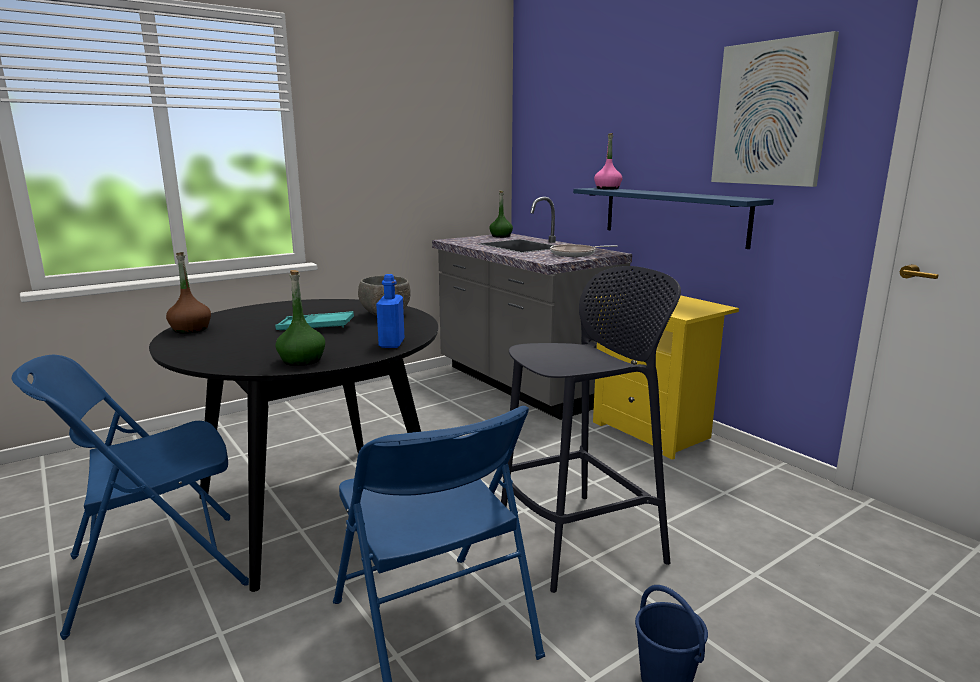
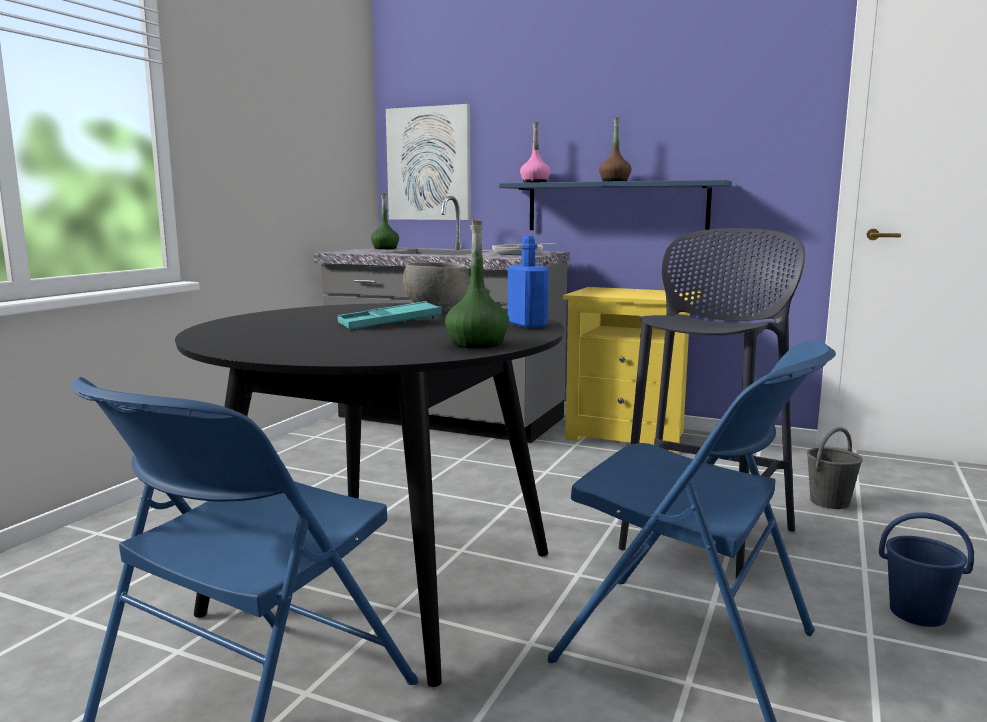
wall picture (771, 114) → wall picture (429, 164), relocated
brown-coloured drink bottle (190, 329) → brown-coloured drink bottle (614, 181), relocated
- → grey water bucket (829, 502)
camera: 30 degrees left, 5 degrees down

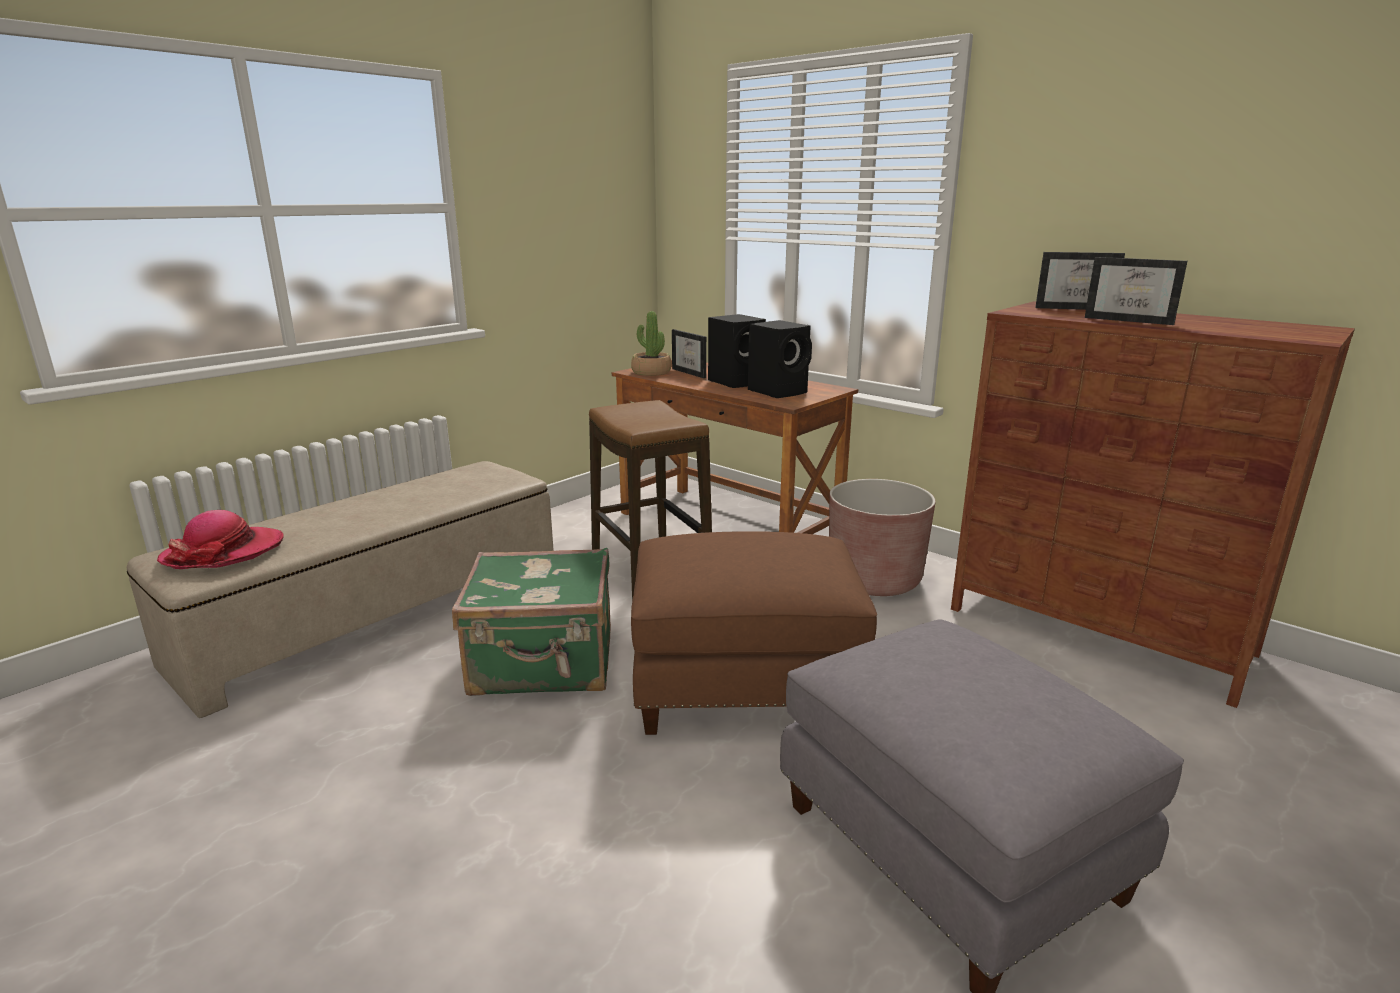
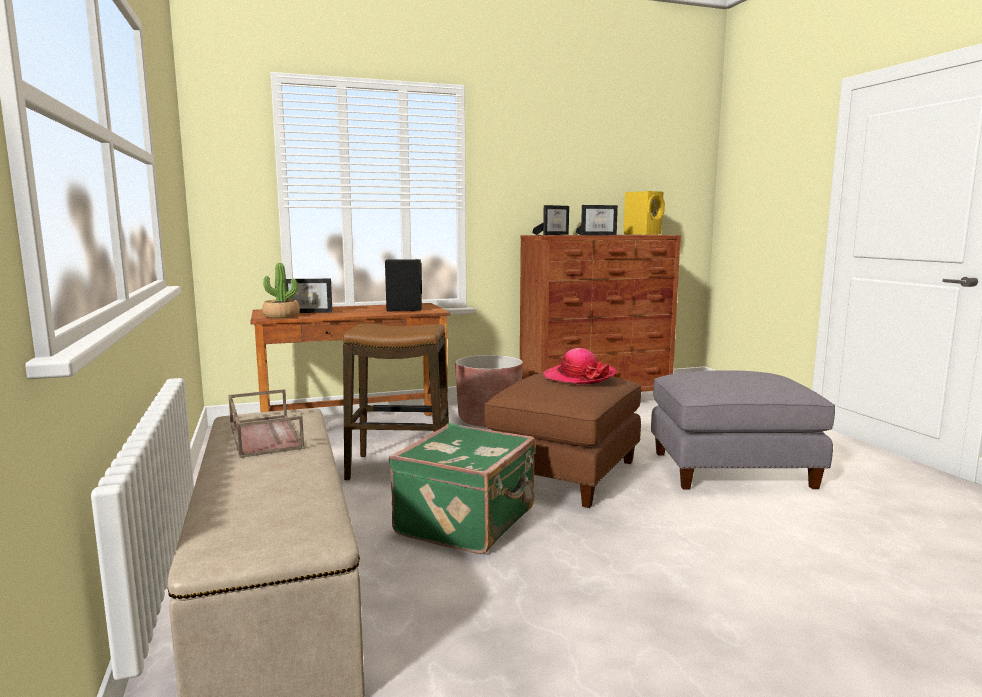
- → brown-coloured carrying tray (263, 435)
clothing hat (224, 552) → clothing hat (579, 377), relocated
- → yellow-coloured loudspeaker (643, 234)
blackish loudspeaker (737, 382) → -
camera: 60 degrees left, 10 degrees down

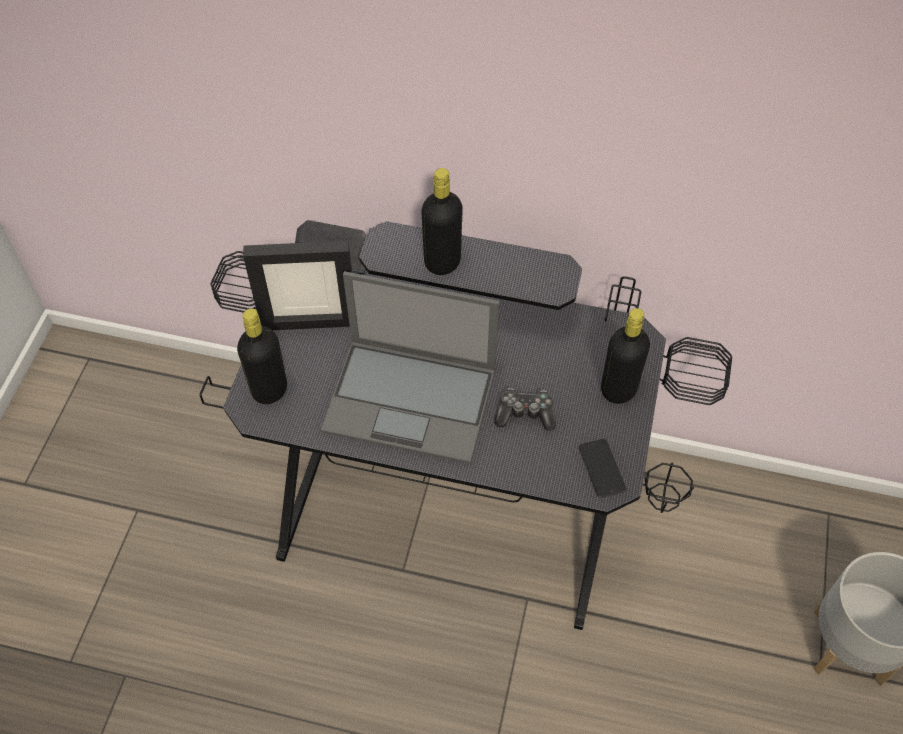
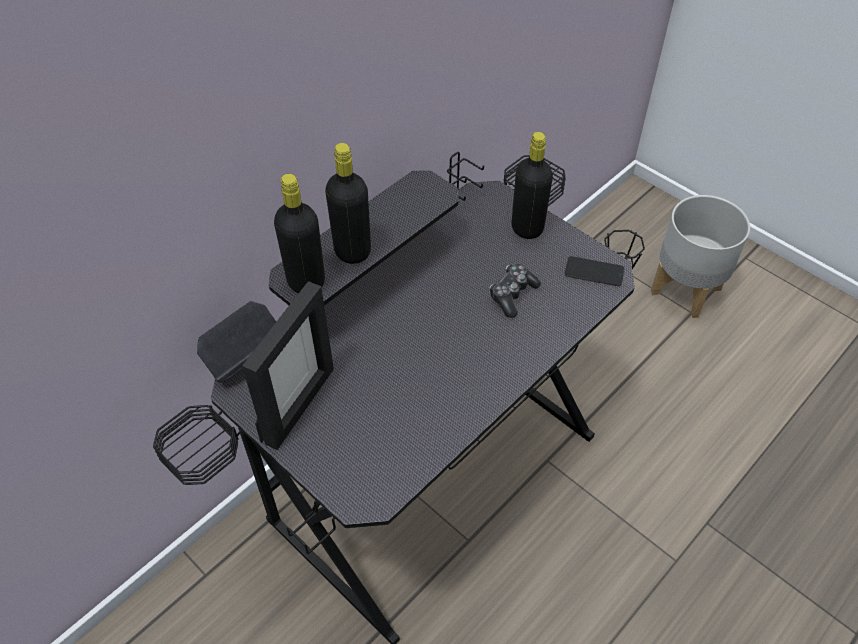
blackish drink bottle (269, 390) → blackish drink bottle (306, 281), relocated
laptop (412, 400) → -
camera: 60 degrees left, 5 degrees down

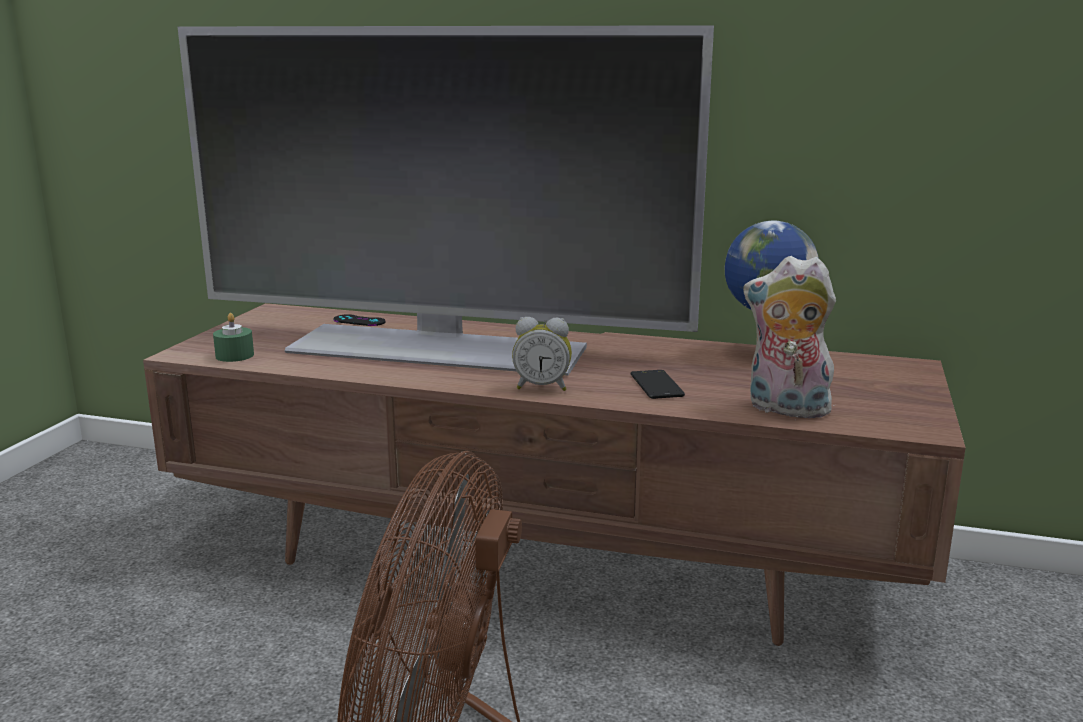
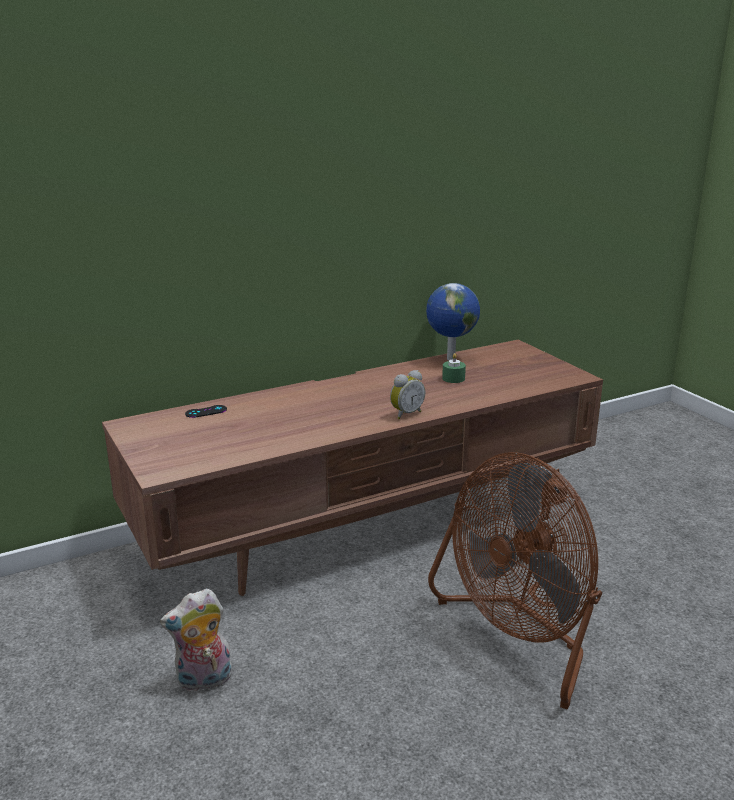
soft toy (785, 409) → soft toy (203, 681), relocated
green wax candle (234, 355) → green wax candle (453, 378), relocated
TV (438, 348) → -
phone (656, 385) → -
camera: 45 degrees left, 5 degrees up

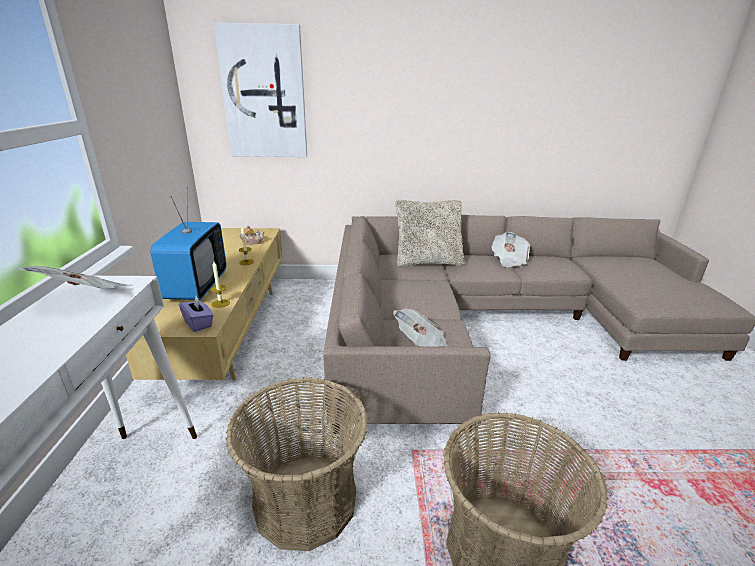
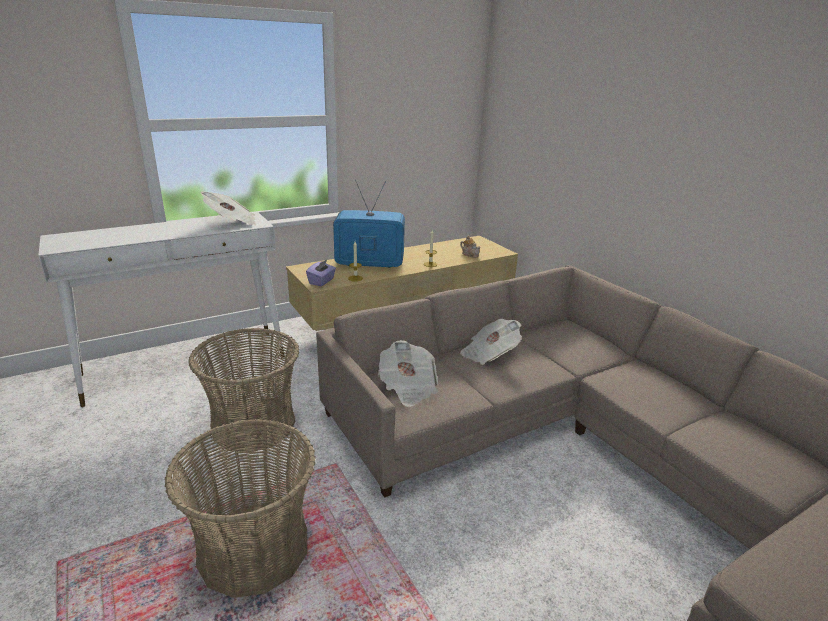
TV (197, 287) → TV (369, 263), 150 degrees counterclockwise
daily paper (508, 260) → daily paper (489, 354), relocated
wall picture (264, 93) → -
beige-coloured throw pillow (428, 260) → -
camera: 60 degrees right, 0 degrees up

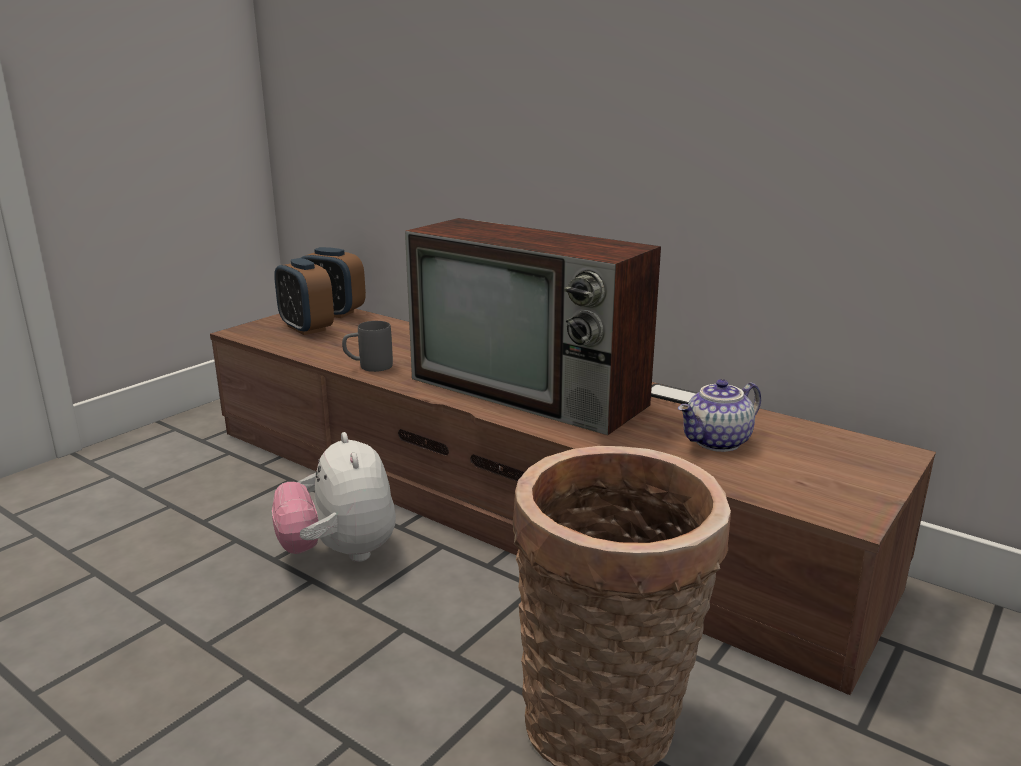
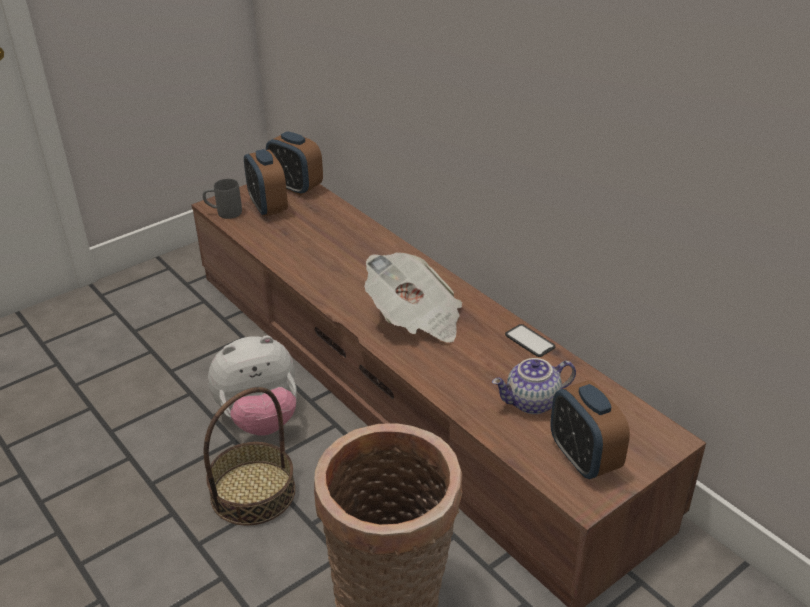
grey tea mug (368, 367) → grey tea mug (224, 213), relocated
- → storage basket (253, 493)
soft toy (340, 553) → soft toy (260, 418), 105 degrees counterclockwise
TV (531, 392) → daily paper (415, 319)
- → table clock (583, 458)
camera: 15 degrees right, 15 degrees up

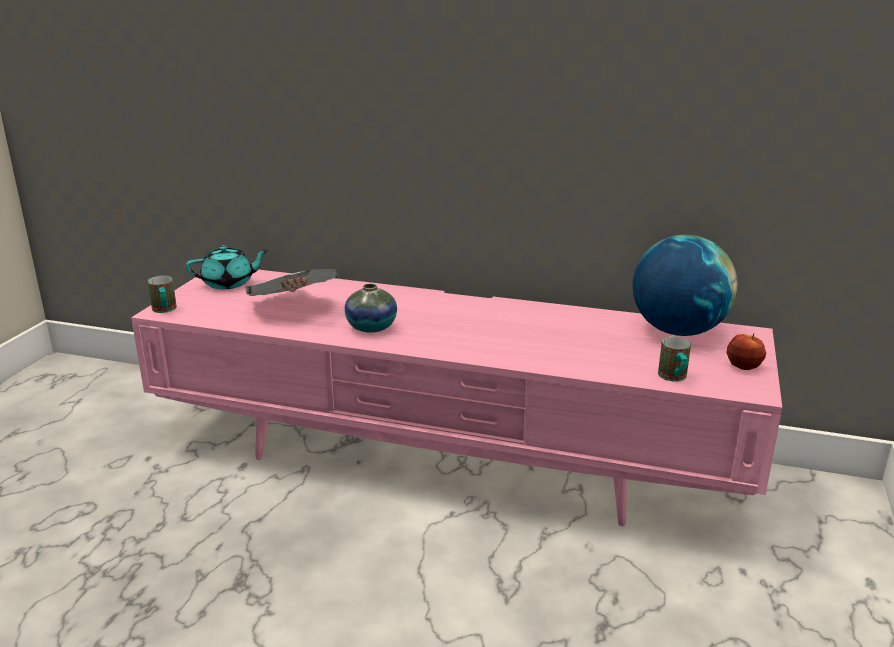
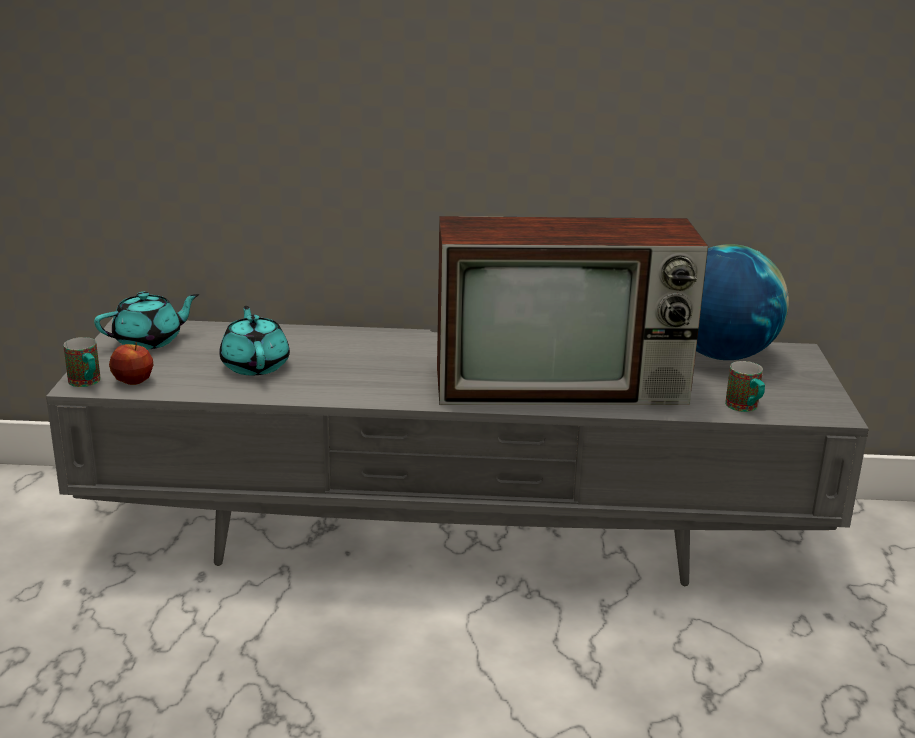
pinkish media console (448, 456) → grey media console (454, 533)
apple (743, 366) → apple (133, 381), relocated
daily paper (293, 307) → blue-green teapot (255, 365)
- → TV (564, 385)
flower vase (371, 327) → -
camera: 15 degrees left, 0 degrees up

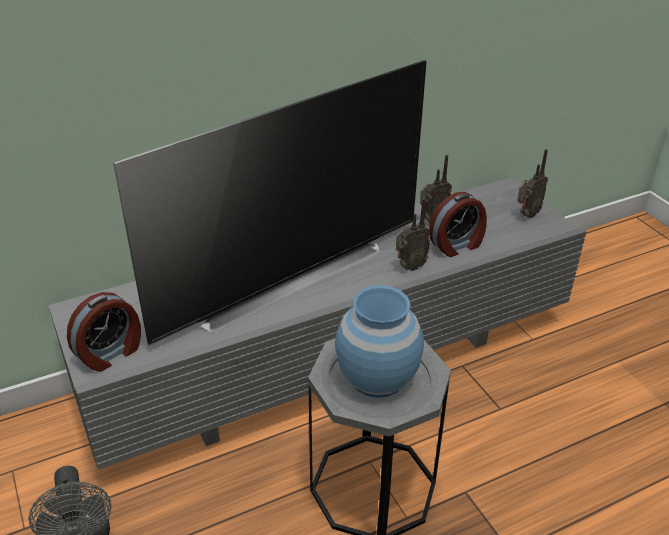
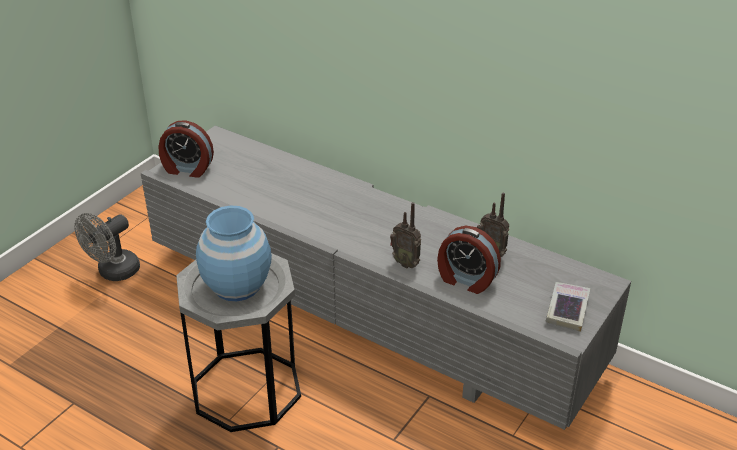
radio (526, 215) → book (567, 309)
TV (286, 276) → -
camera: 60 degrees right, 0 degrees up

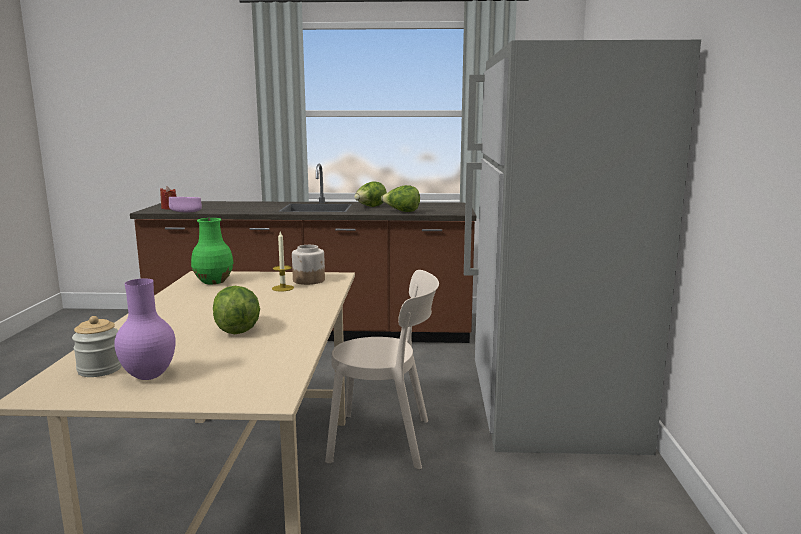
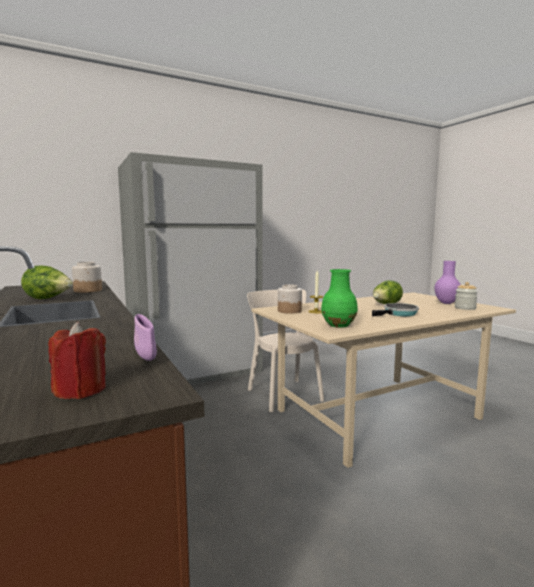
head of lettuce (402, 211) → storage jar (88, 290)
- → skillet (399, 314)
camera: 120 degrees left, 5 degrees down

